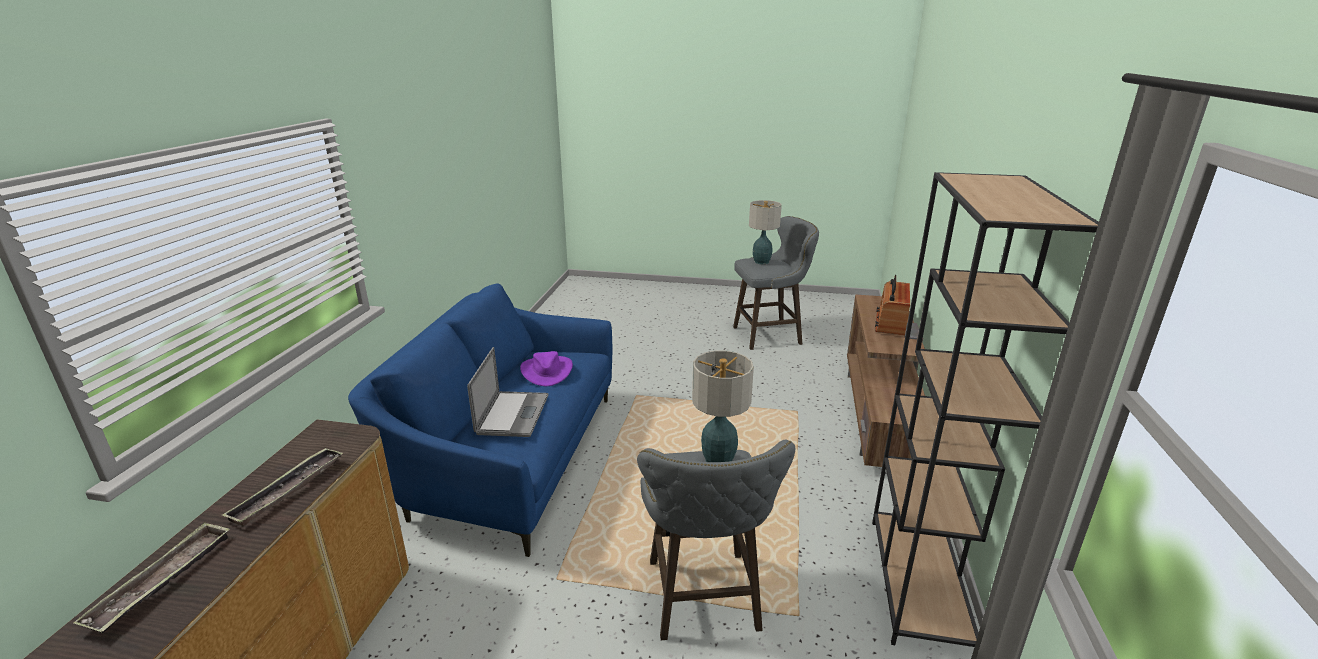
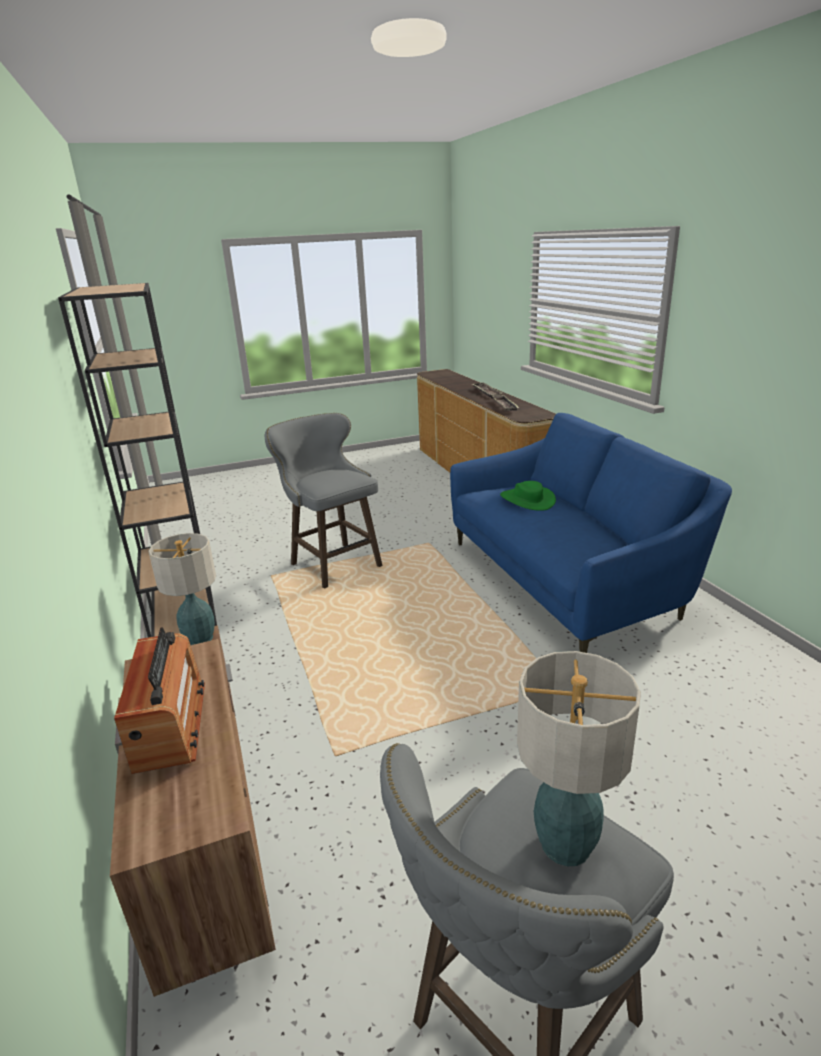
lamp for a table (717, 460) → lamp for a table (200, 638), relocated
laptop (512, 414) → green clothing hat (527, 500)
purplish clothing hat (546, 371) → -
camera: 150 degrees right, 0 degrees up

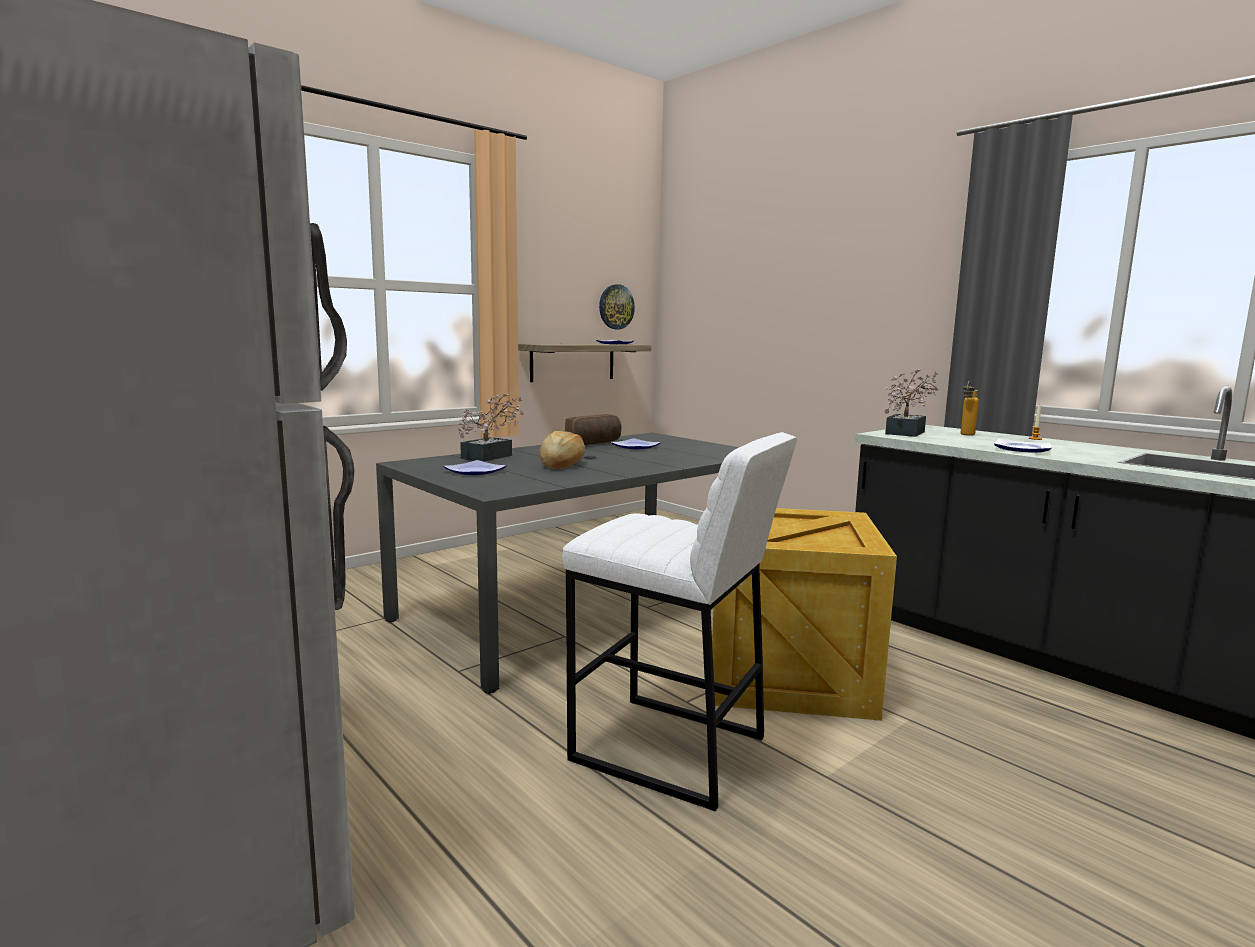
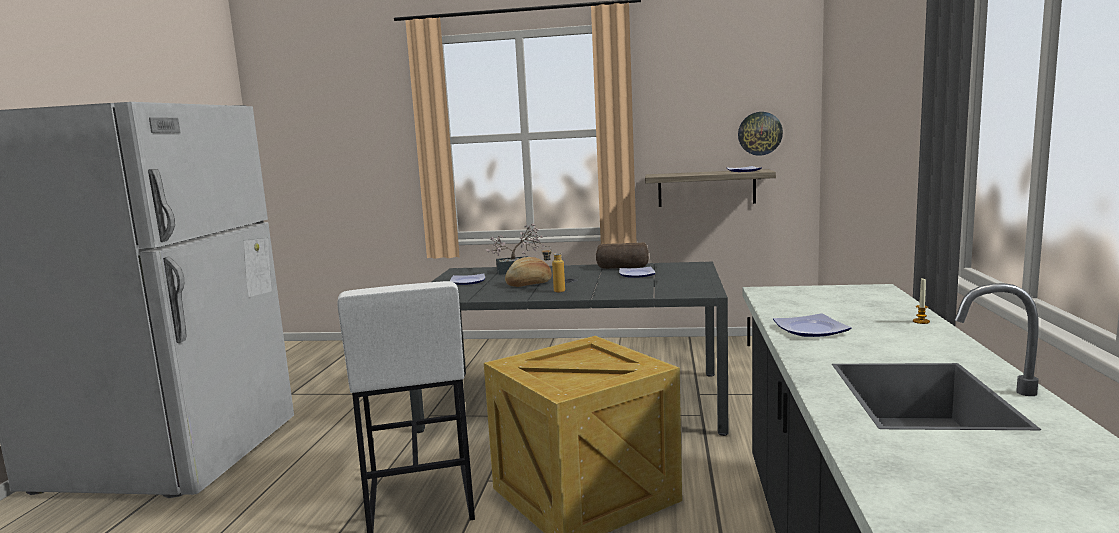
drink bottle (965, 435) → drink bottle (554, 291), relocated
houseplant (907, 432) → -
camera: 50 degrees right, 0 degrees up

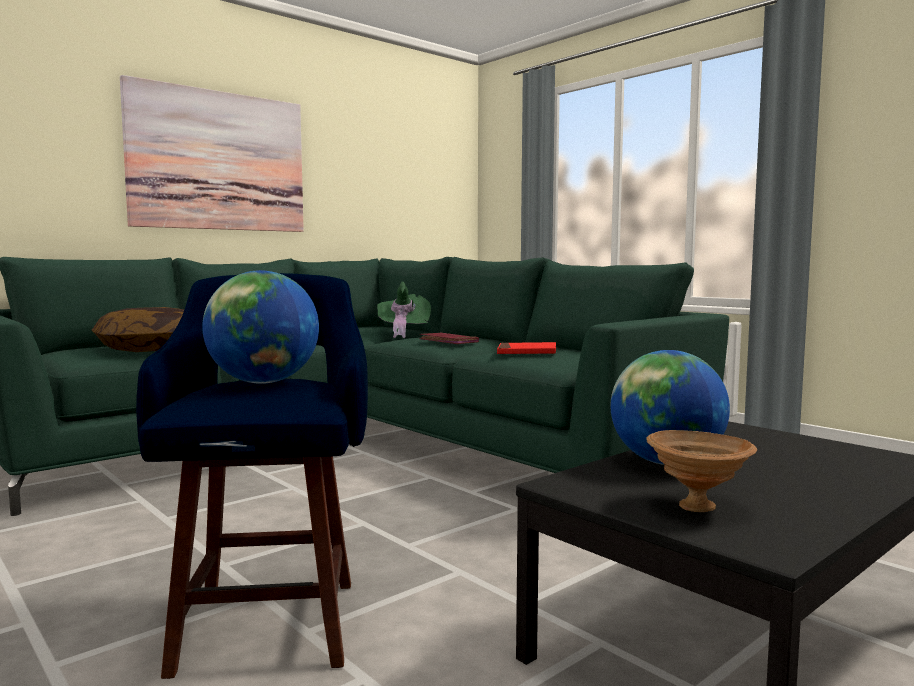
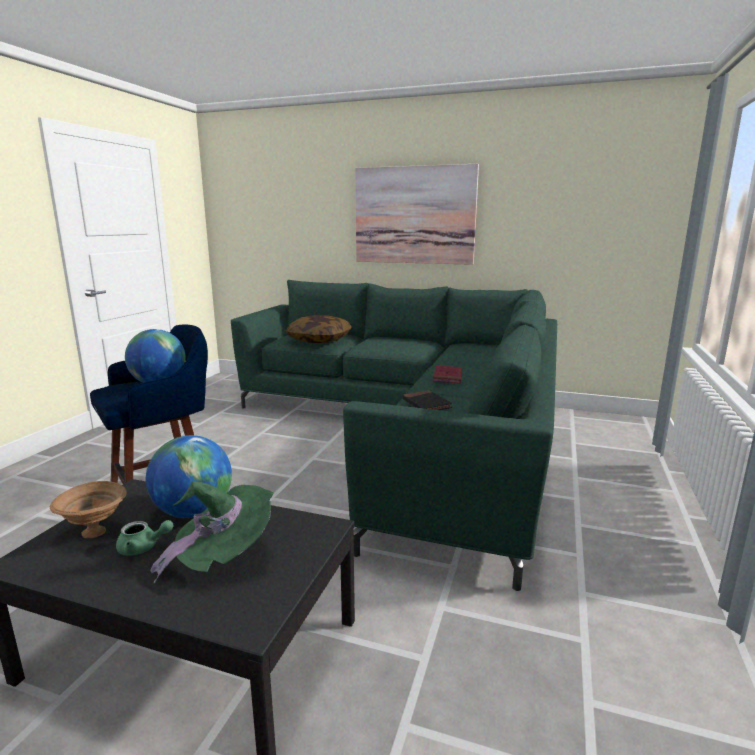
- → green teapot (143, 548)
green clothing hat (403, 334) → green clothing hat (223, 557), relocated
reddish book (527, 352) → blackish book (426, 404)
camera: 60 degrees right, 10 degrees up

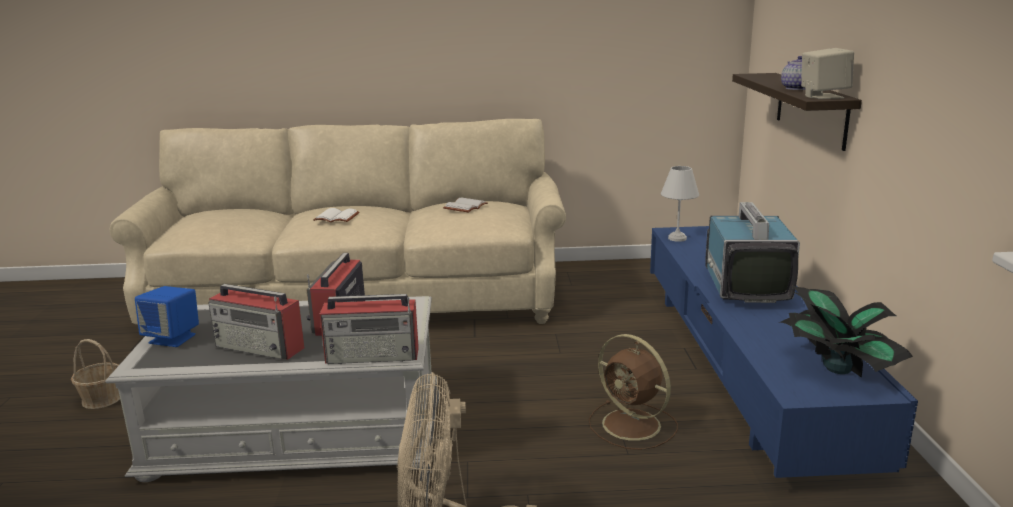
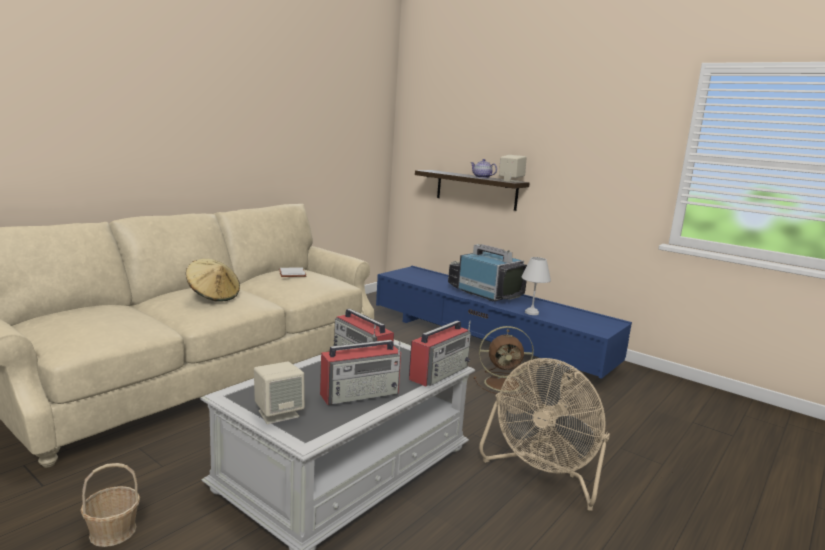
whitish book (337, 217) → beige-coloured clothing hat (213, 296)
blue-coloured loudspeaker (173, 338) → beige-coloured loudspeaker (278, 413)
whitish lamp for a table (678, 238) → whitish lamp for a table (532, 313), relocated
houseplant (837, 368) → -
camera: 50 degrees left, 5 degrees down

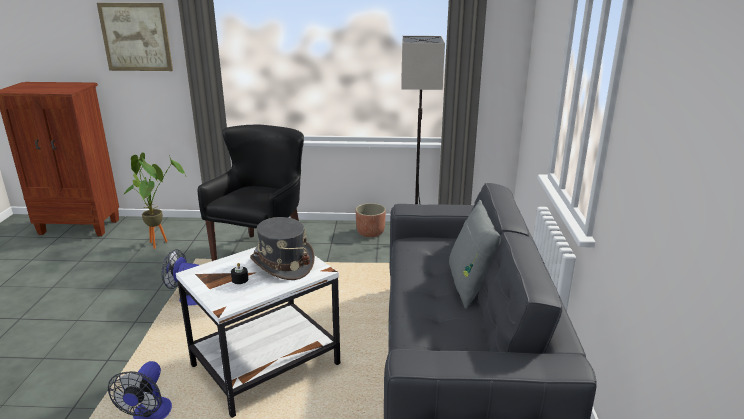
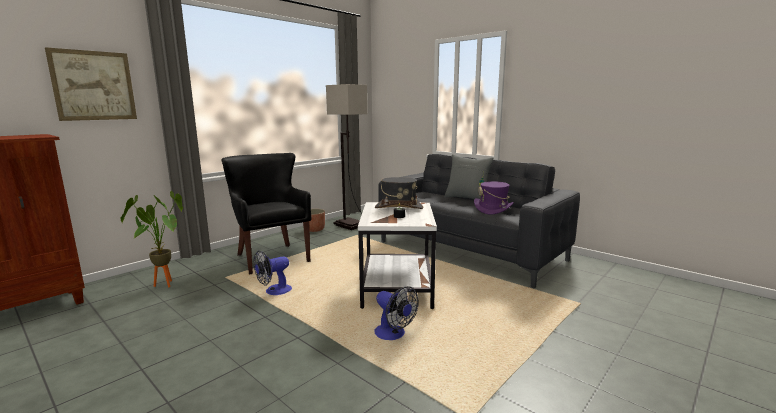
- → purplish clothing hat (493, 209)
camera: 50 degrees left, 10 degrees down

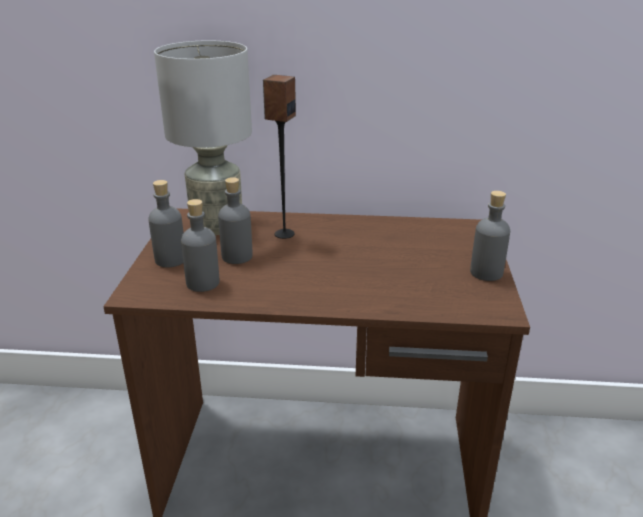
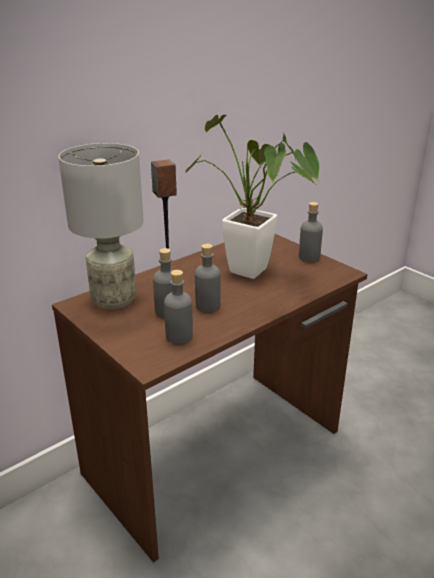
- → houseplant (256, 273)
grey drink bottle (170, 259) → grey drink bottle (207, 306), relocated
camera: 45 degrees left, 0 degrees up

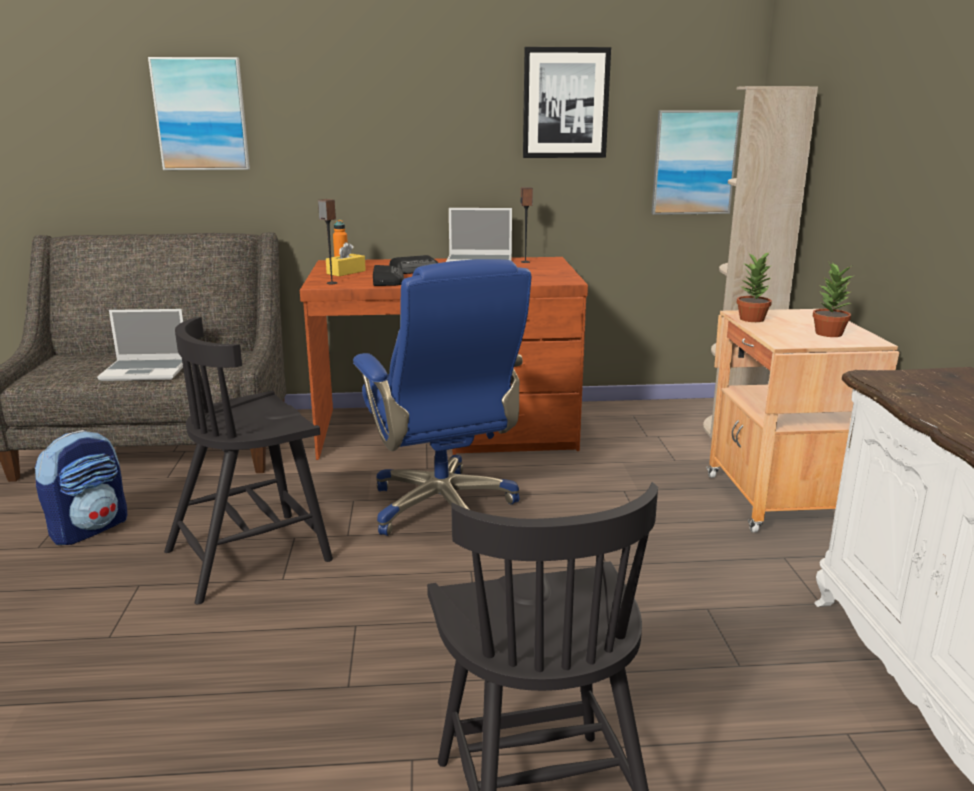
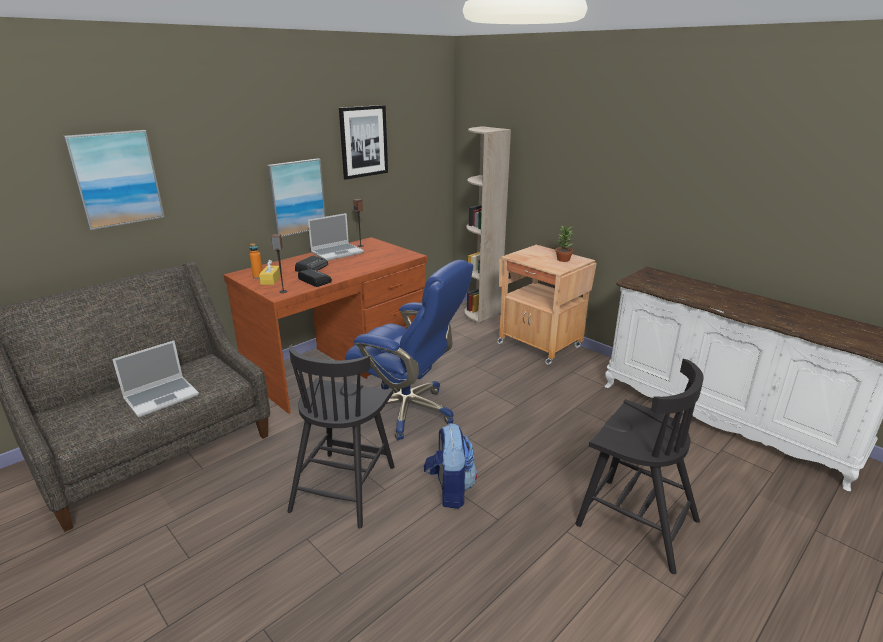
wall picture (693, 163) → wall picture (297, 197), relocated
backpack (90, 528) → backpack (450, 490), relocated
houseplant (752, 319) → -
camera: 40 degrees left, 5 degrees up

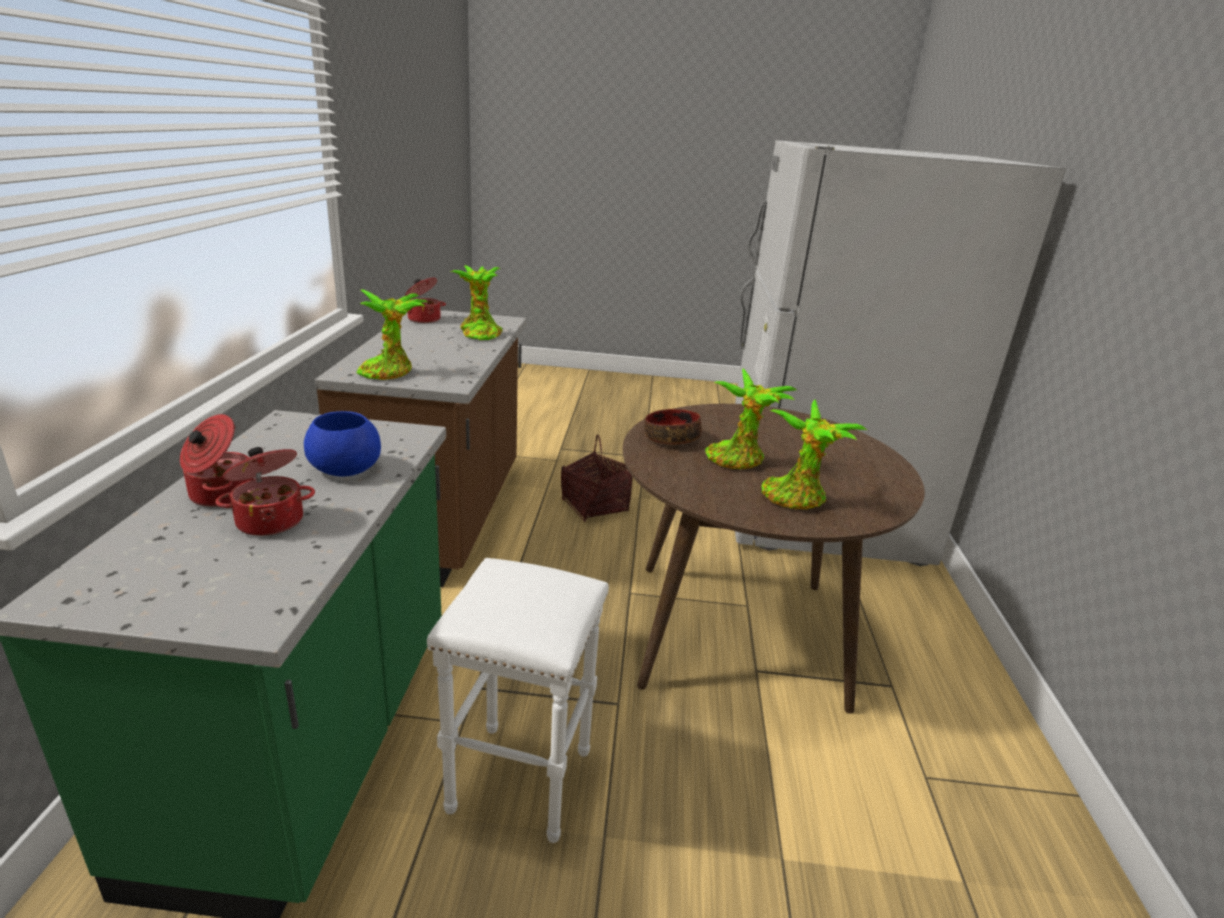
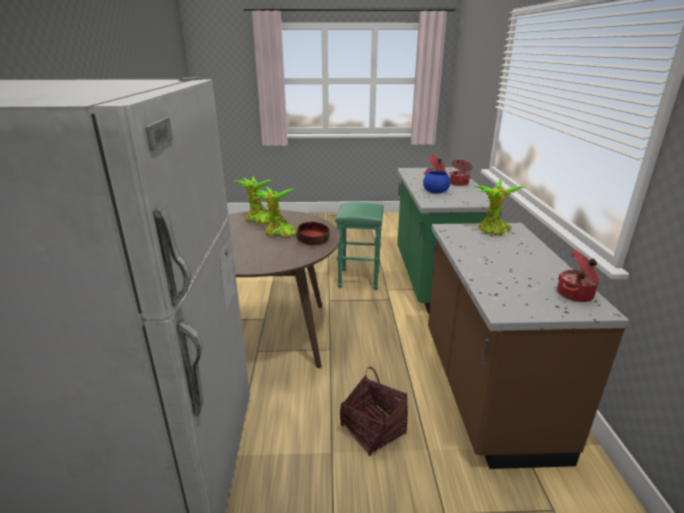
whitish sitting stool (523, 778) → green sitting stool (358, 279)
houseplant (479, 333) → -
camera: 175 degrees right, 0 degrees up

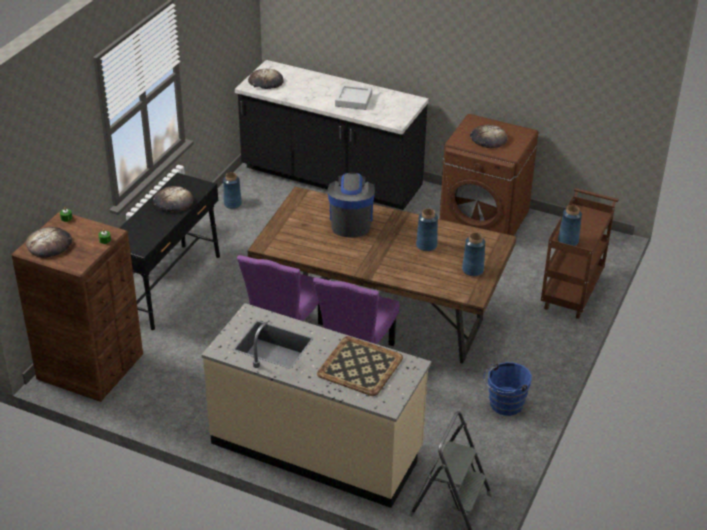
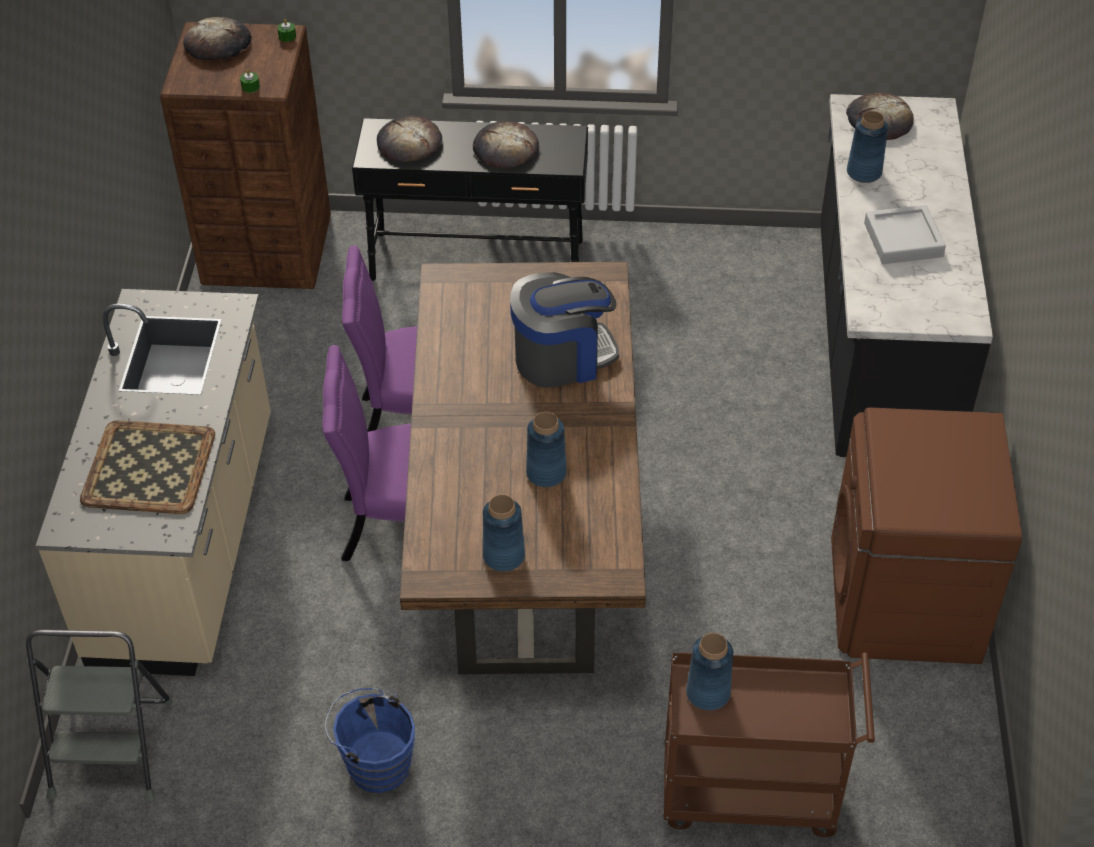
bakery bread (488, 139) → bakery bread (409, 142), relocated
blue-coloured flower vase (232, 204) → blue-coloured flower vase (864, 172), relocated
camera: 70 degrees right, 10 degrees up

